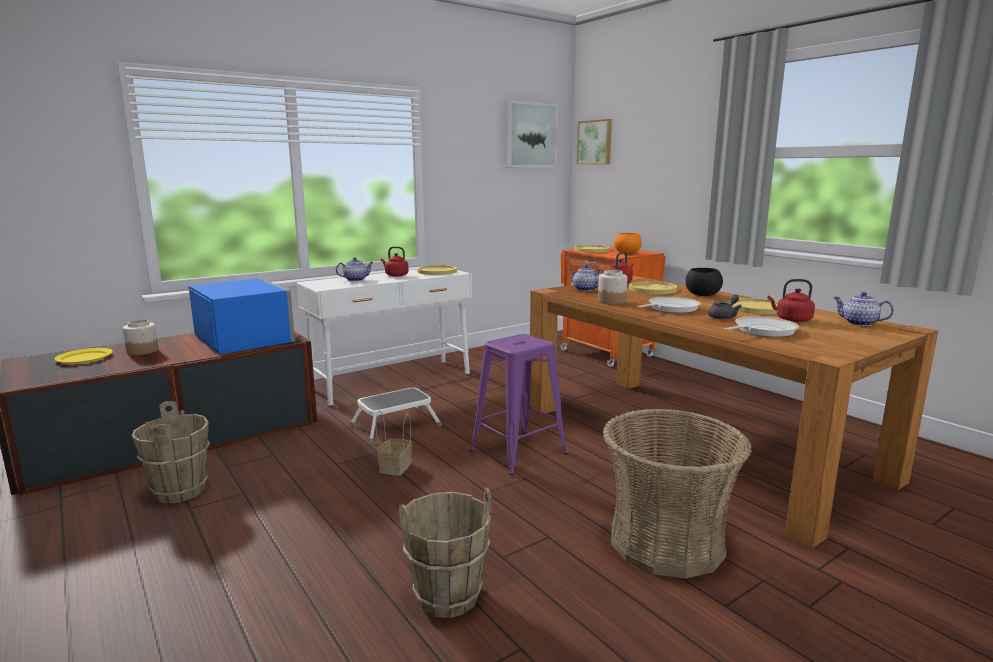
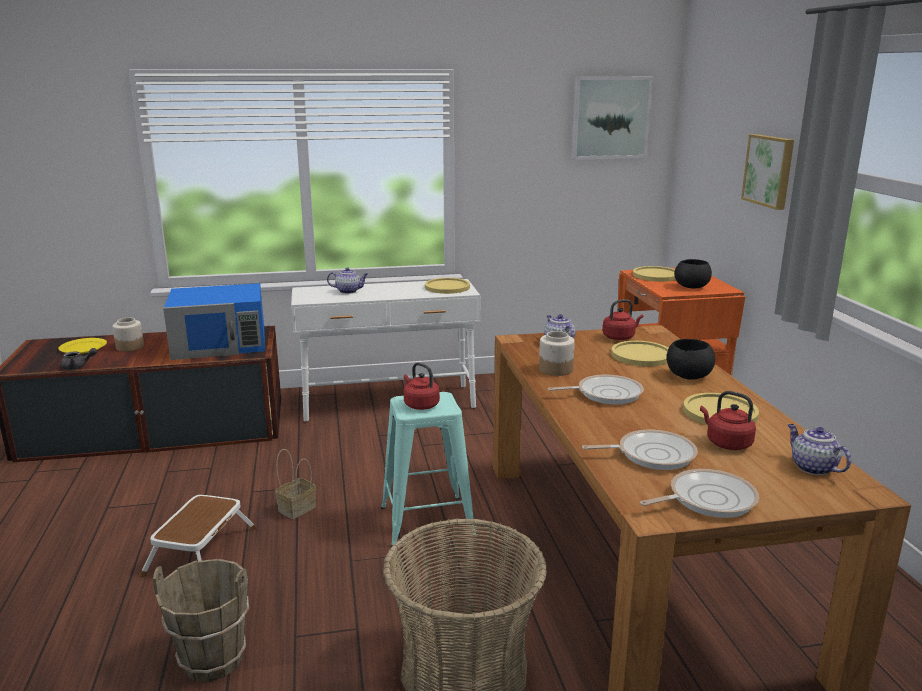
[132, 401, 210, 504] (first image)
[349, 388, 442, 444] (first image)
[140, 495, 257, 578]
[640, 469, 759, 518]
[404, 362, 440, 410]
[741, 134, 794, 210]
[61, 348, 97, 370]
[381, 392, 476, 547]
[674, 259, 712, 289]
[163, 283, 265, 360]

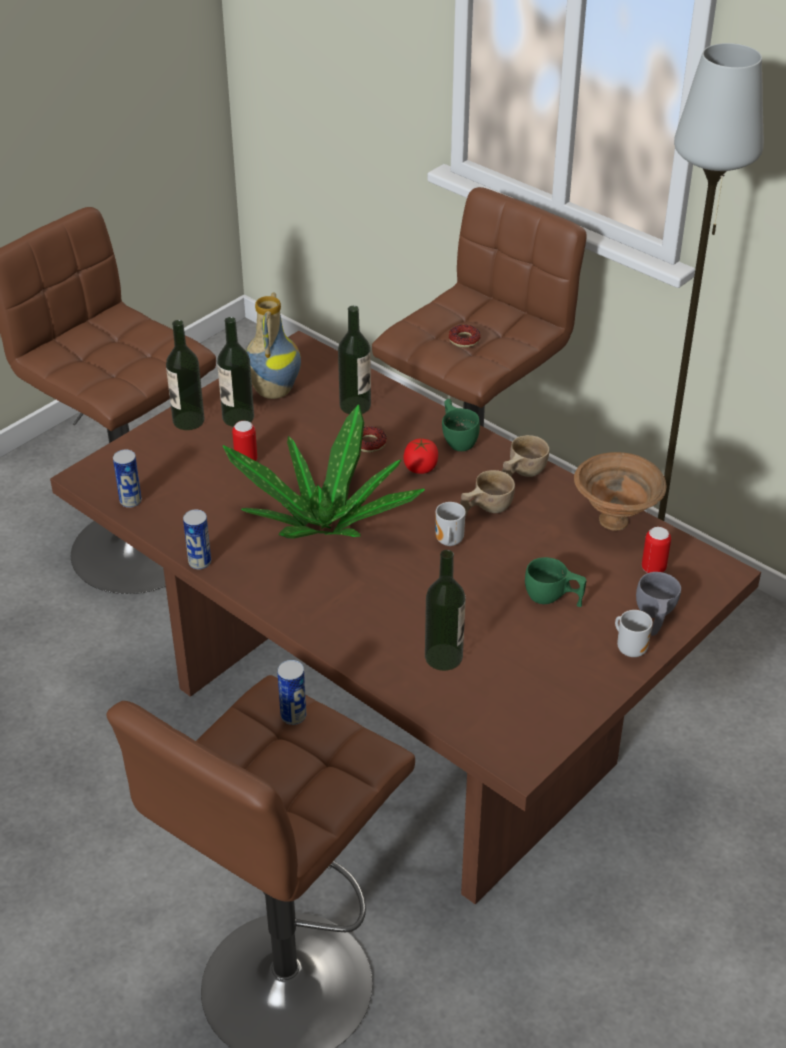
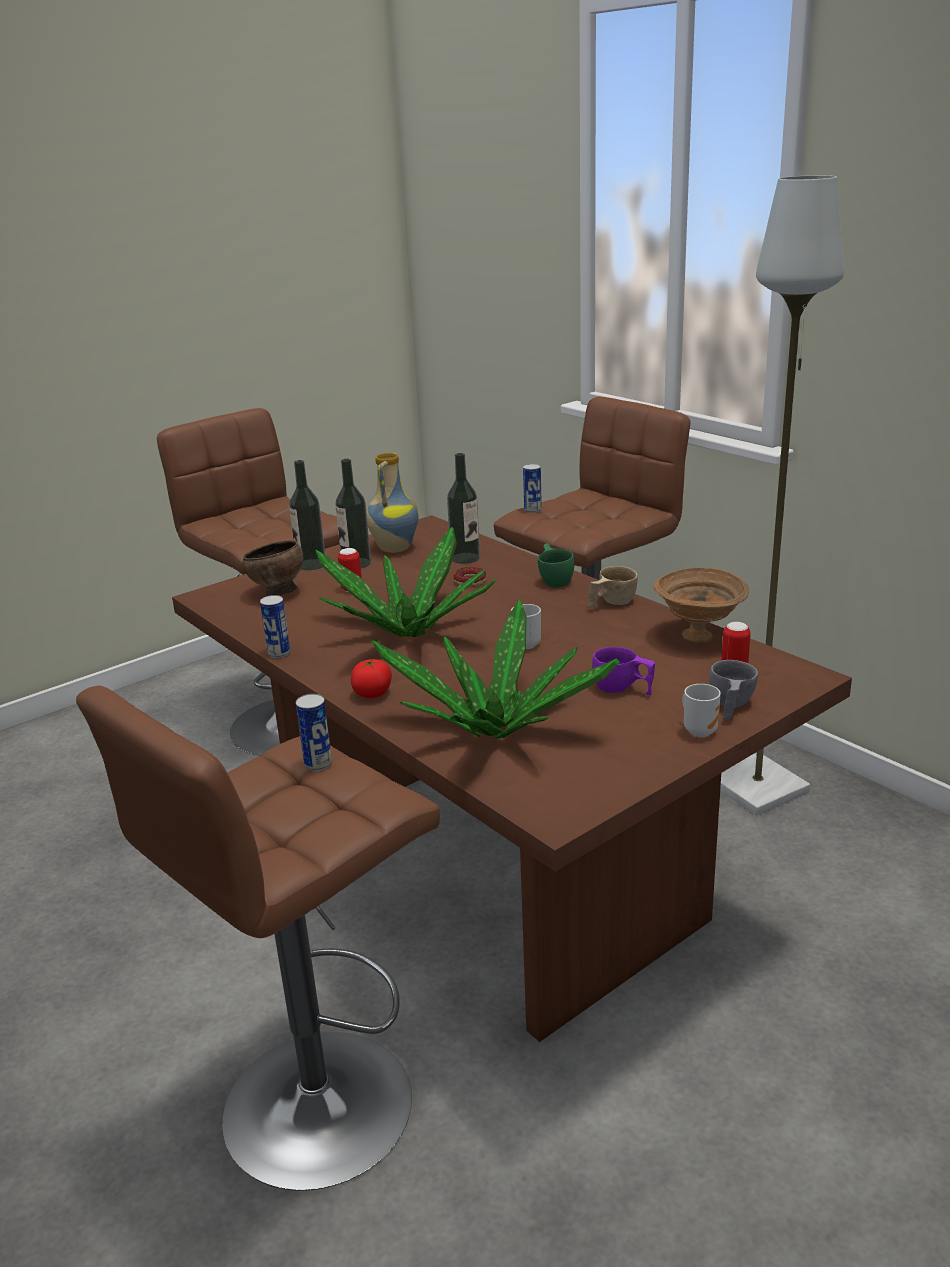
[449, 325, 481, 348] (first image)
[460, 470, 515, 516] (first image)
[242, 540, 303, 596]
[523, 464, 542, 513]
[351, 659, 392, 698]
[372, 600, 620, 739]
[592, 647, 655, 695]

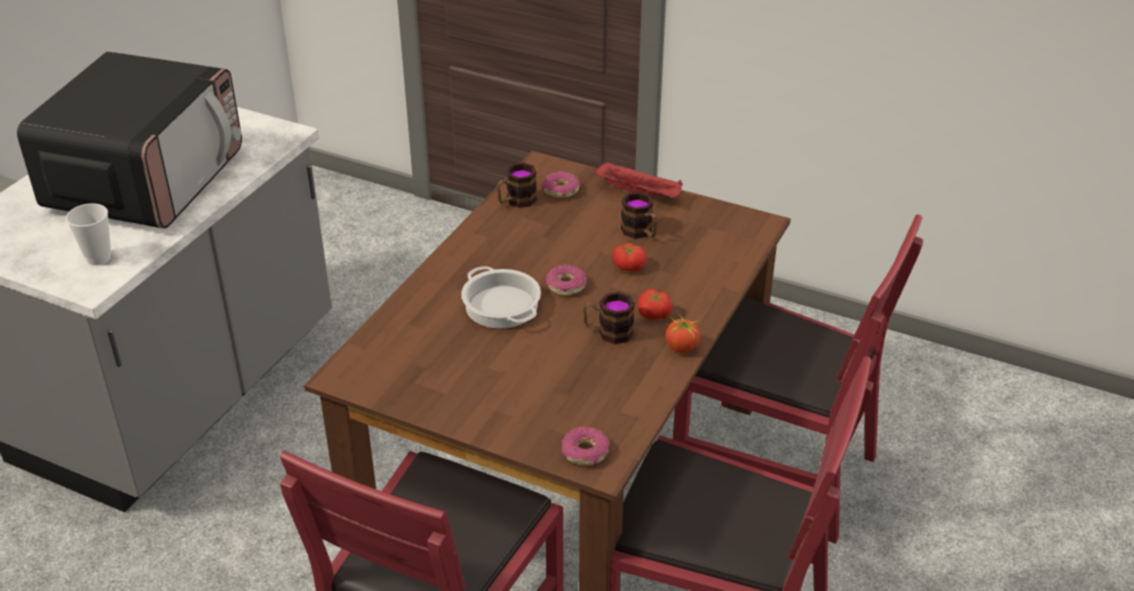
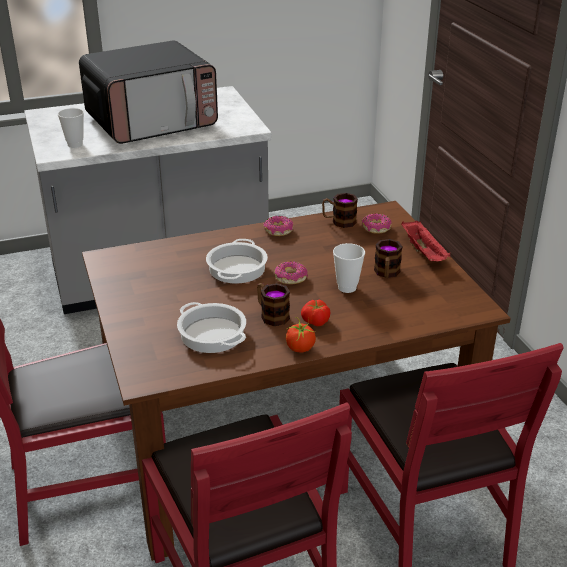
[177, 302, 246, 353]
[263, 216, 294, 236]
[333, 243, 365, 293]

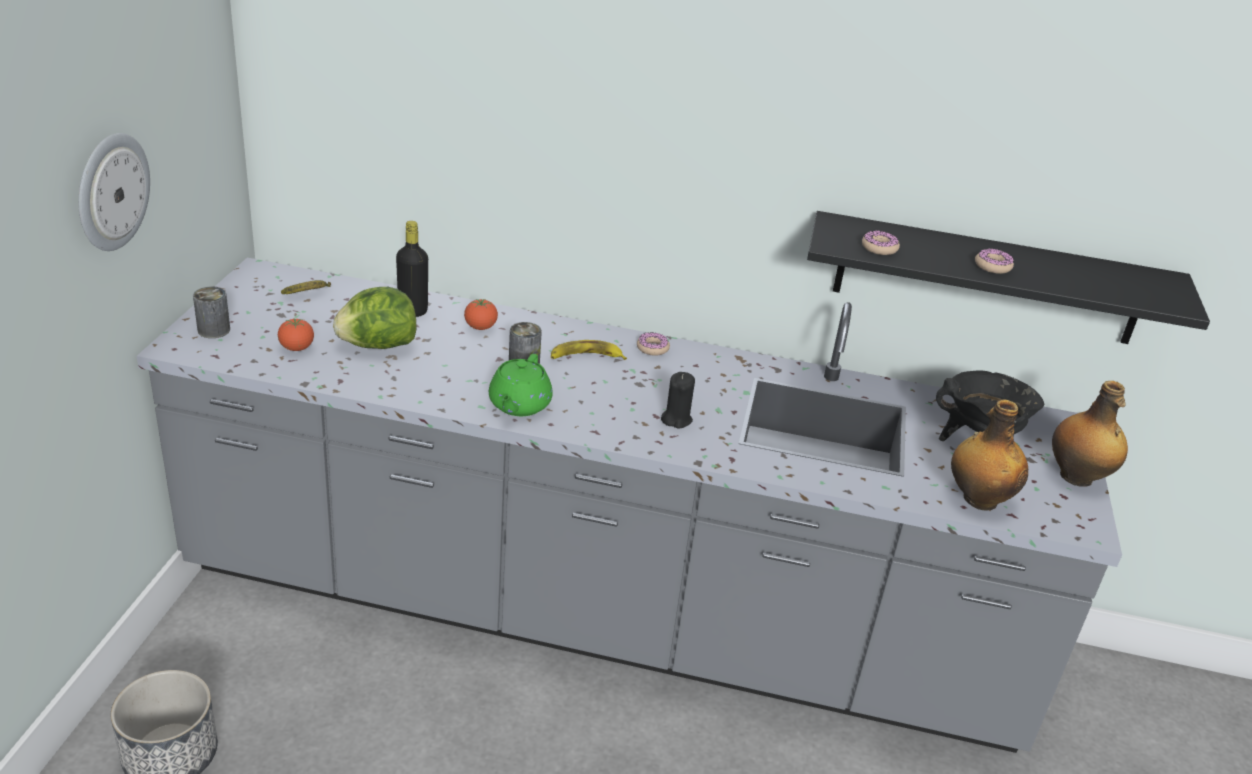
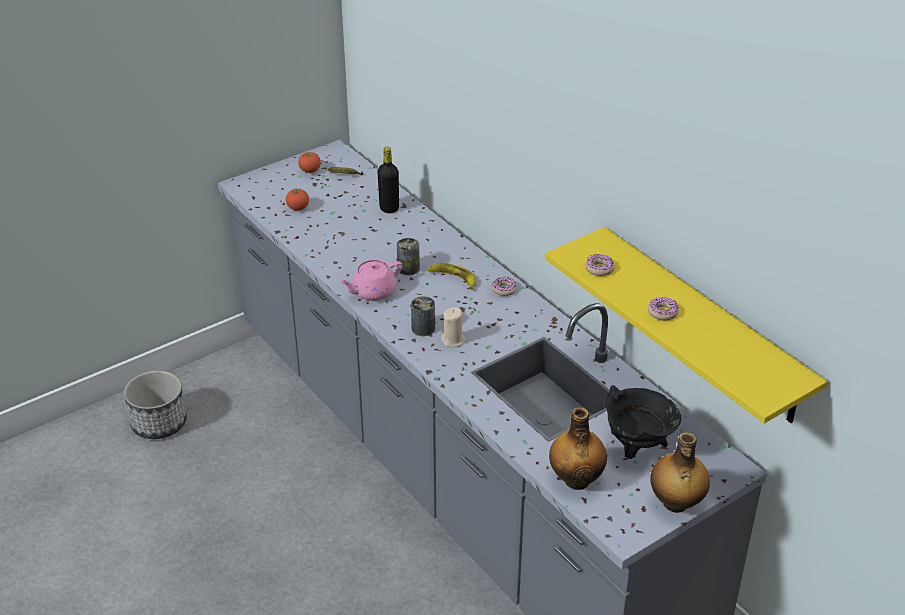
[78, 133, 150, 251] (first image)
[333, 287, 416, 349] (first image)
[411, 296, 435, 336]
[298, 152, 321, 173]
[340, 260, 402, 301]
[441, 307, 466, 347]
[545, 227, 828, 424]

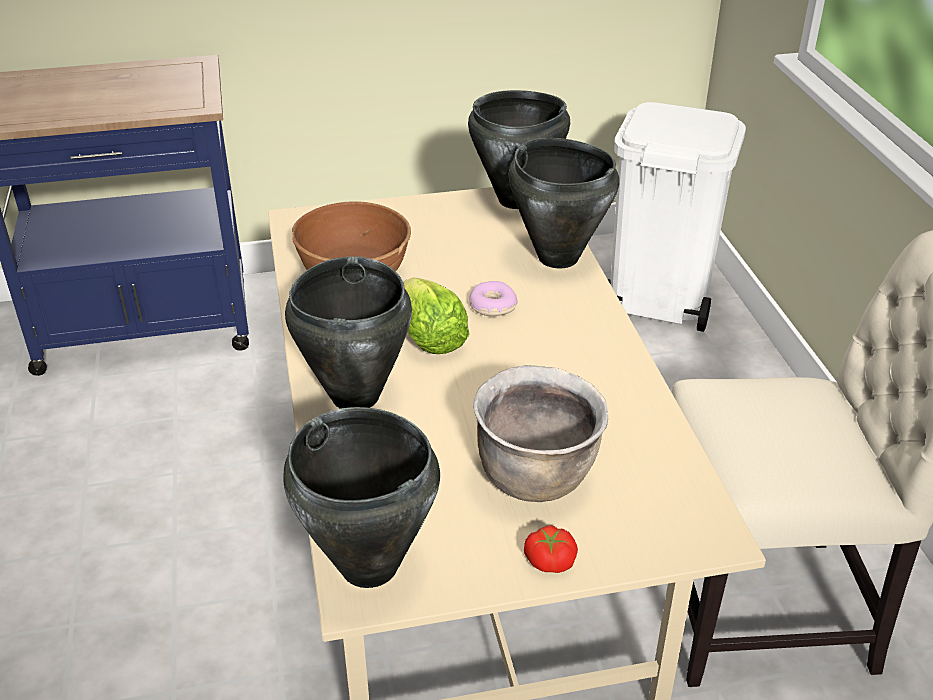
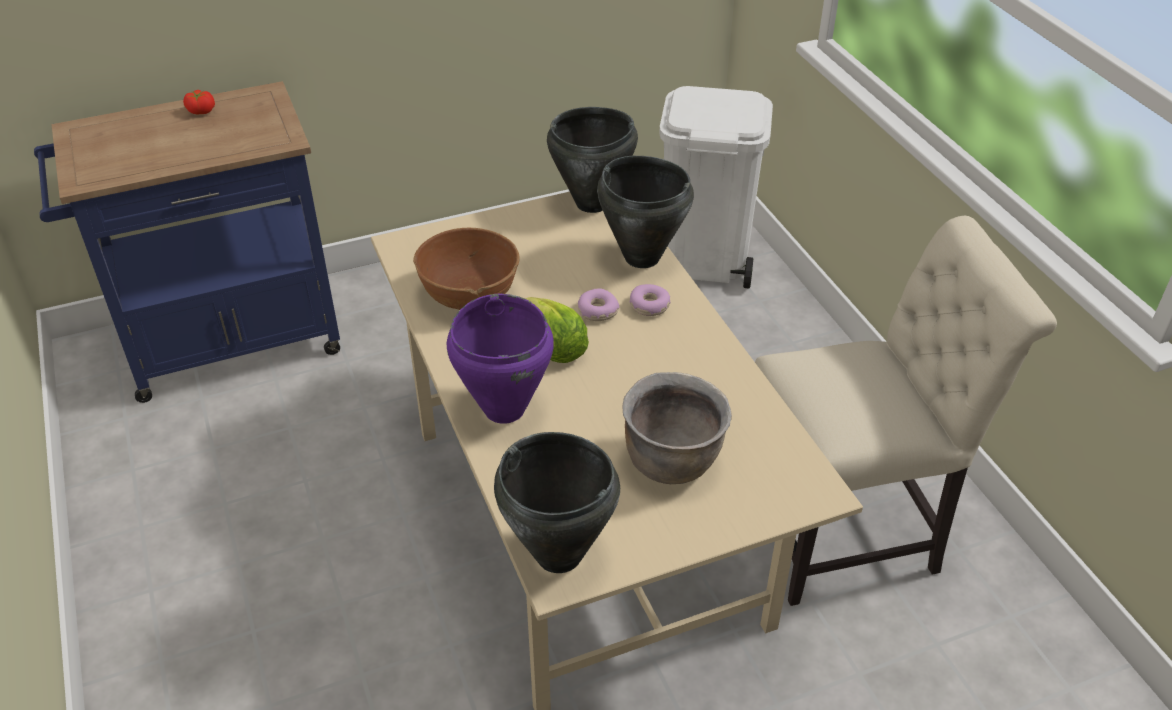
[630, 284, 671, 316]
[183, 90, 215, 114]
[447, 294, 554, 424]

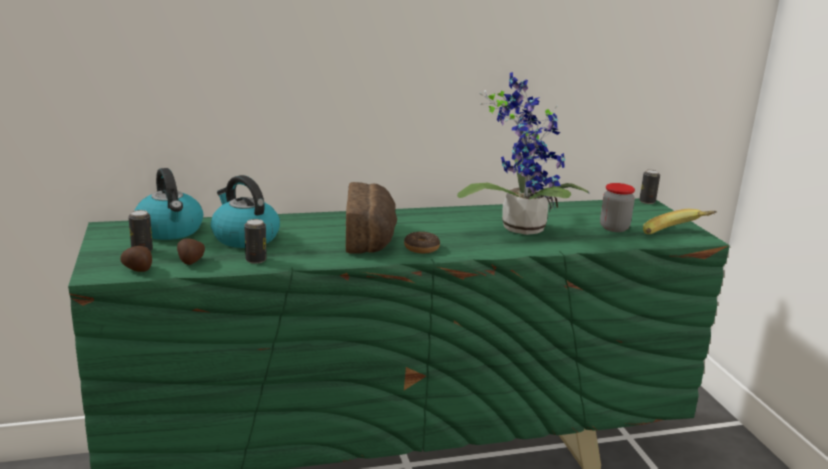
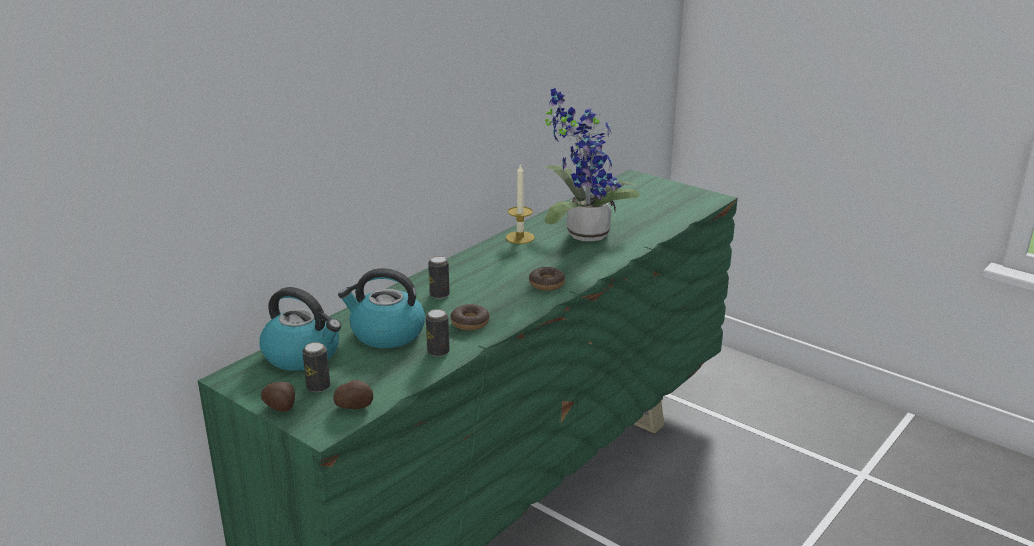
[346, 182, 397, 254] (first image)
[600, 183, 635, 232] (first image)
[643, 209, 717, 234] (first image)
[450, 304, 490, 330]
[506, 163, 535, 244]
[261, 382, 295, 412]
[428, 256, 450, 299]

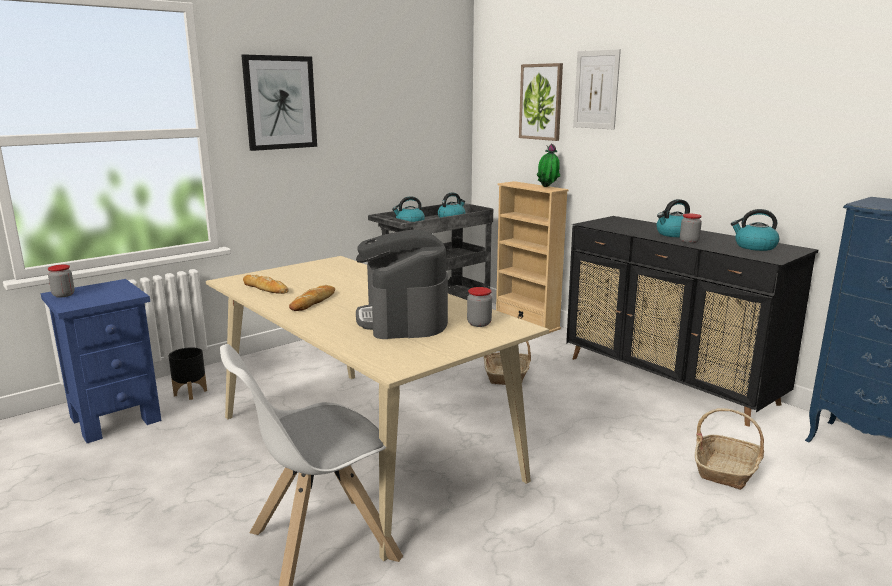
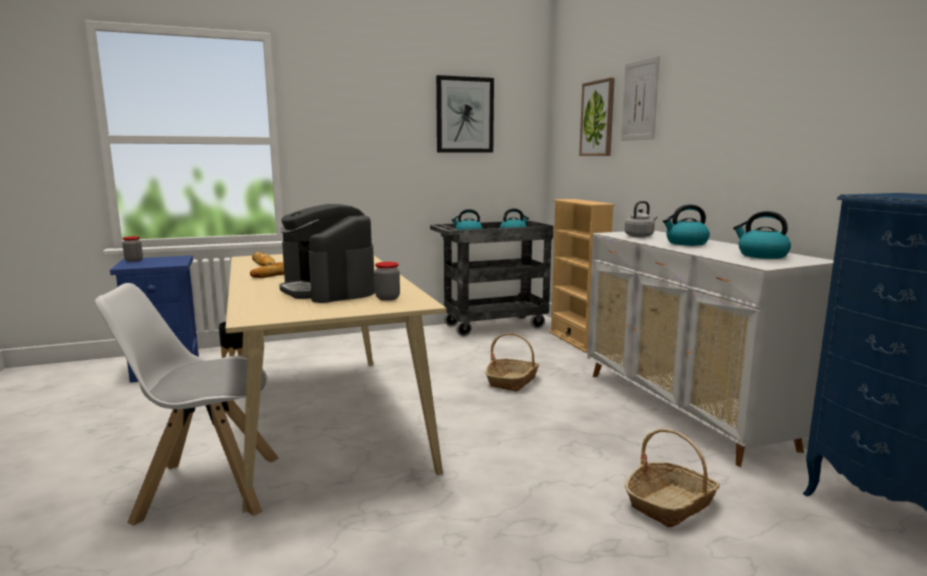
[536, 143, 560, 187] (first image)
[680, 214, 702, 244] (first image)
[624, 201, 657, 238]
[436, 75, 494, 153]
[587, 231, 834, 467]
[279, 204, 375, 303]

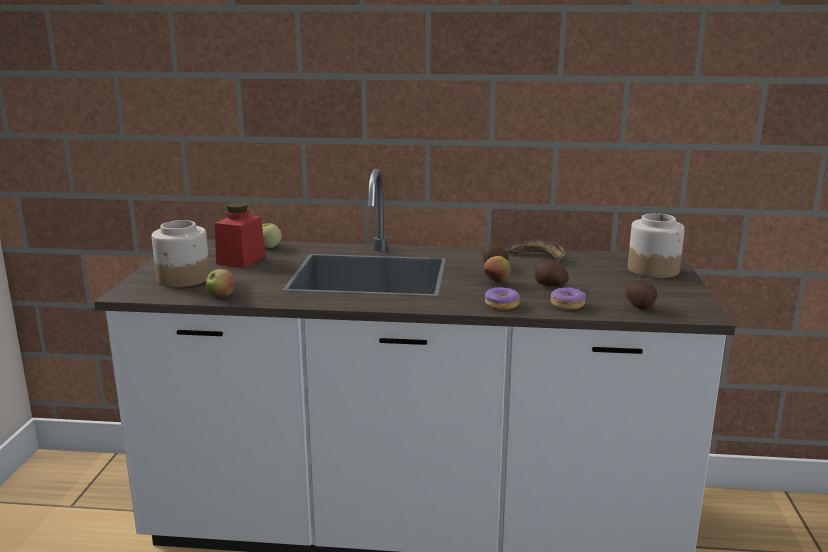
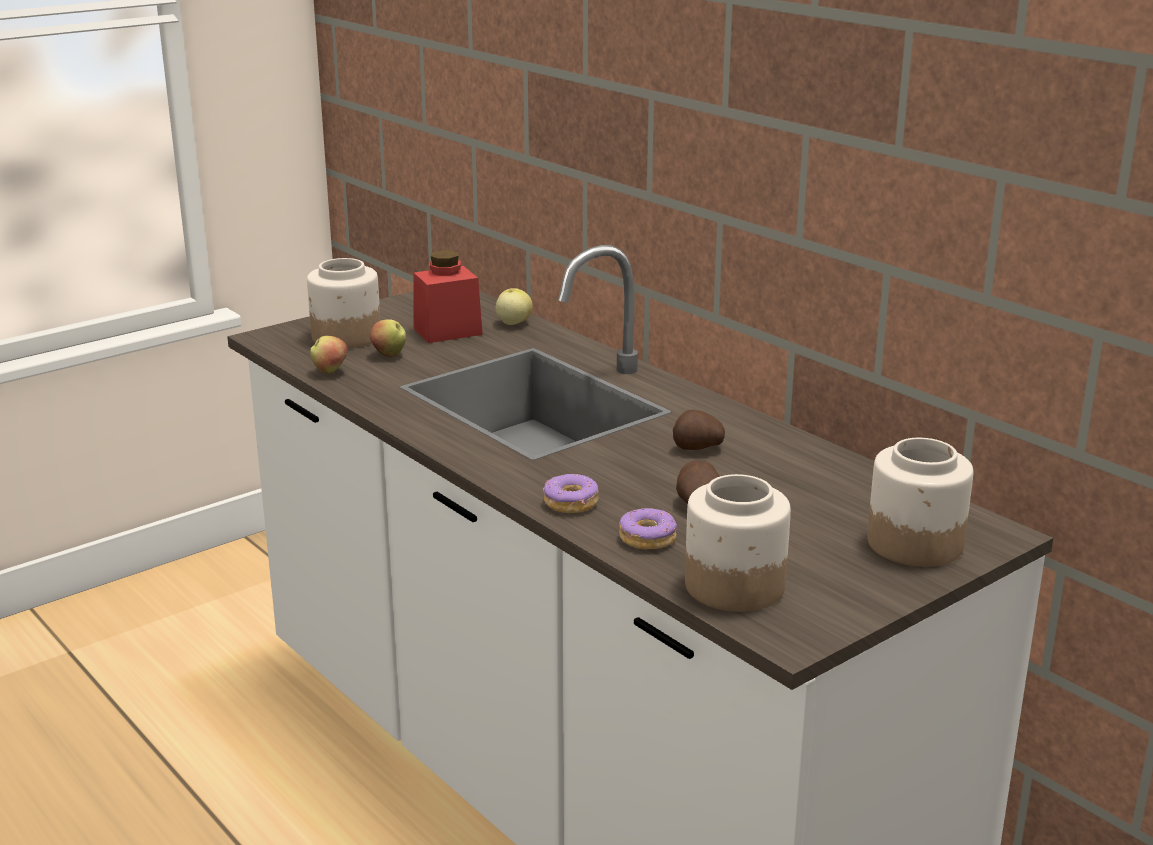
[508, 239, 566, 264] (first image)
[370, 319, 406, 357]
[685, 474, 791, 612]

